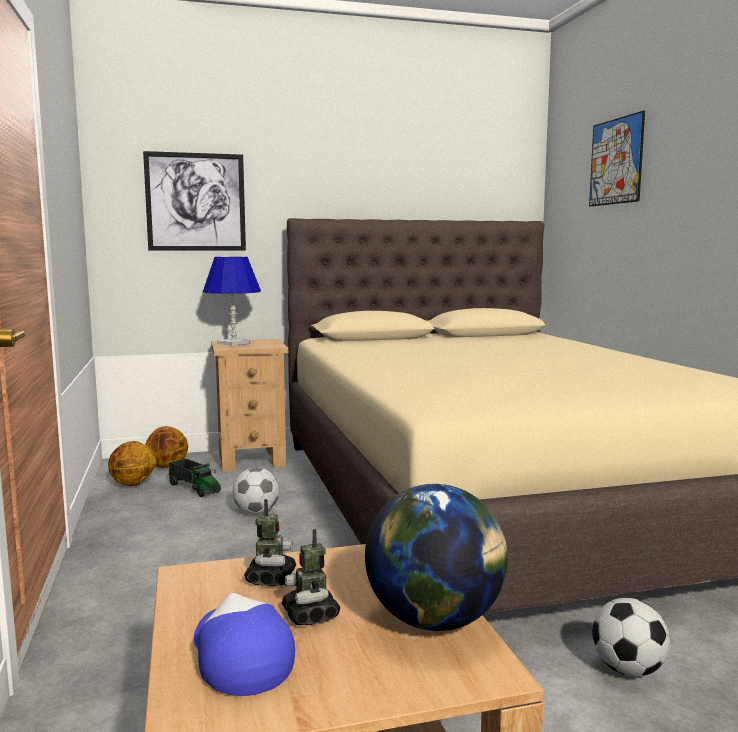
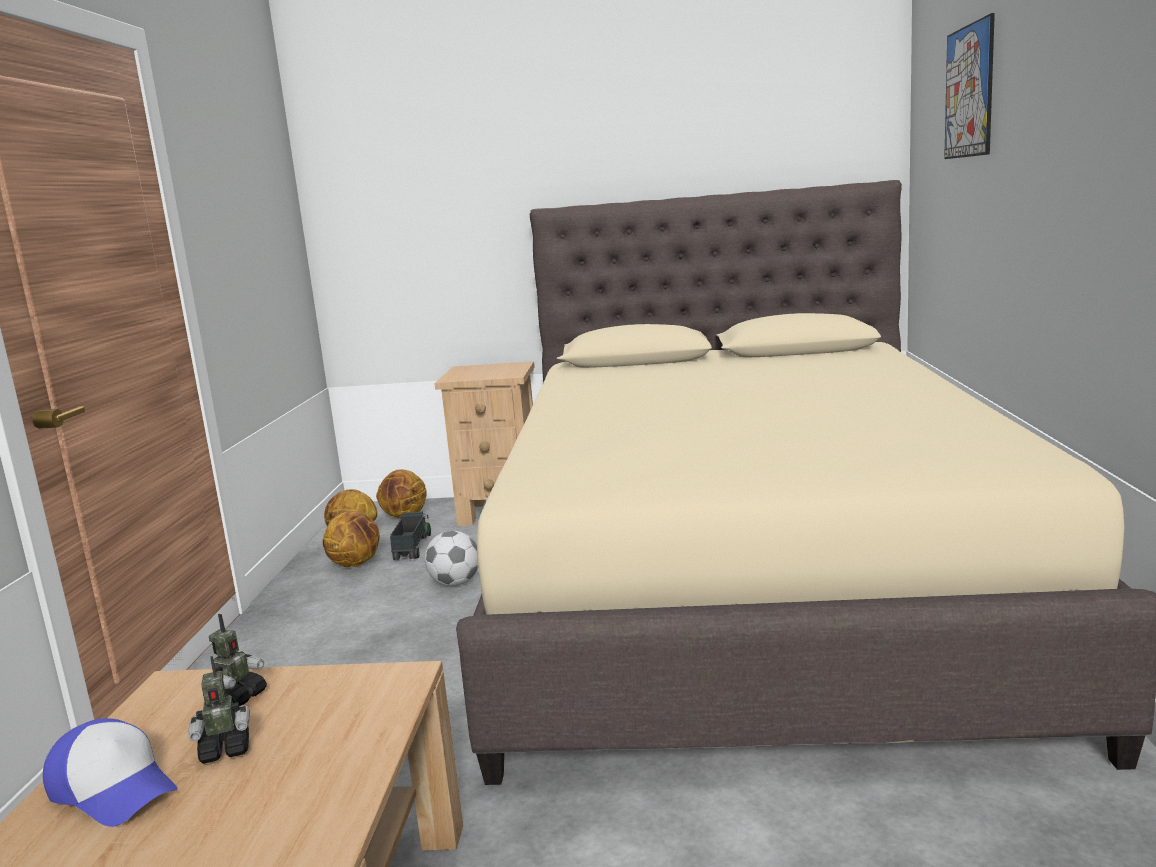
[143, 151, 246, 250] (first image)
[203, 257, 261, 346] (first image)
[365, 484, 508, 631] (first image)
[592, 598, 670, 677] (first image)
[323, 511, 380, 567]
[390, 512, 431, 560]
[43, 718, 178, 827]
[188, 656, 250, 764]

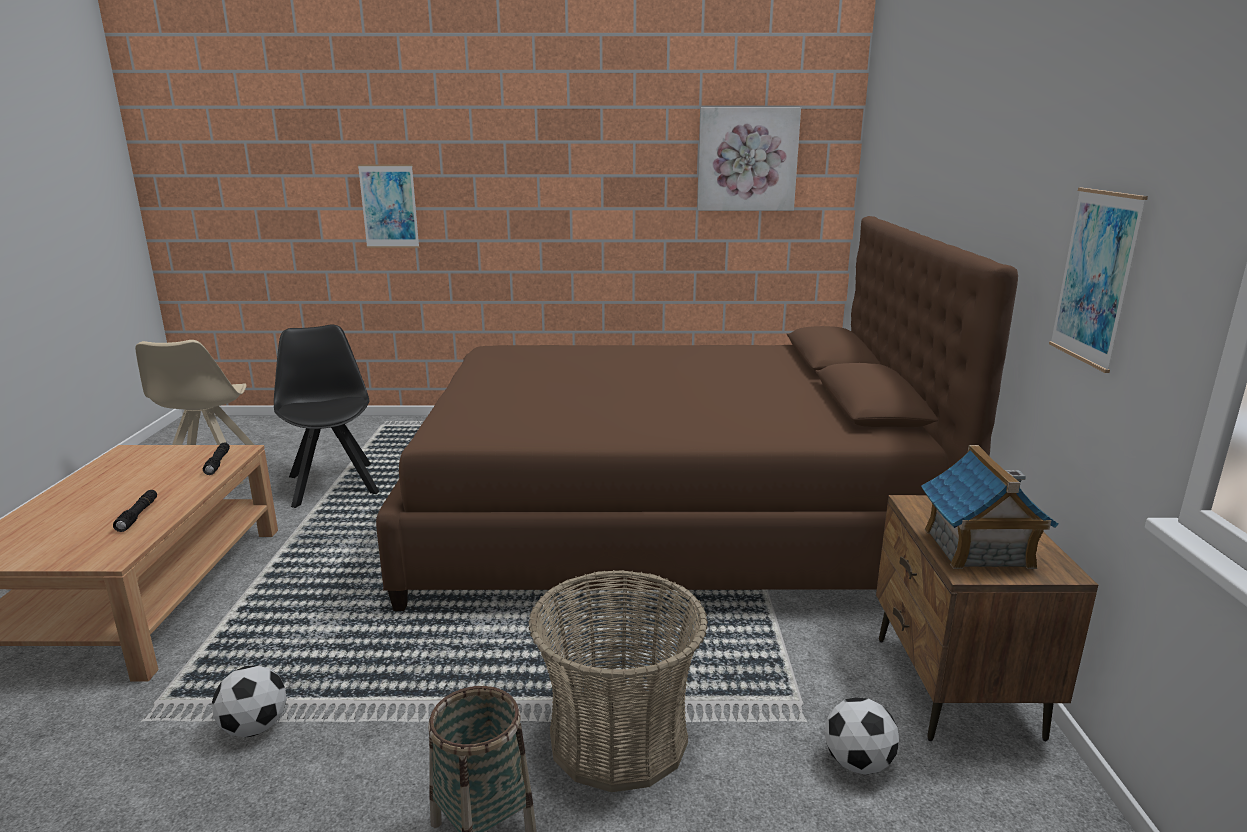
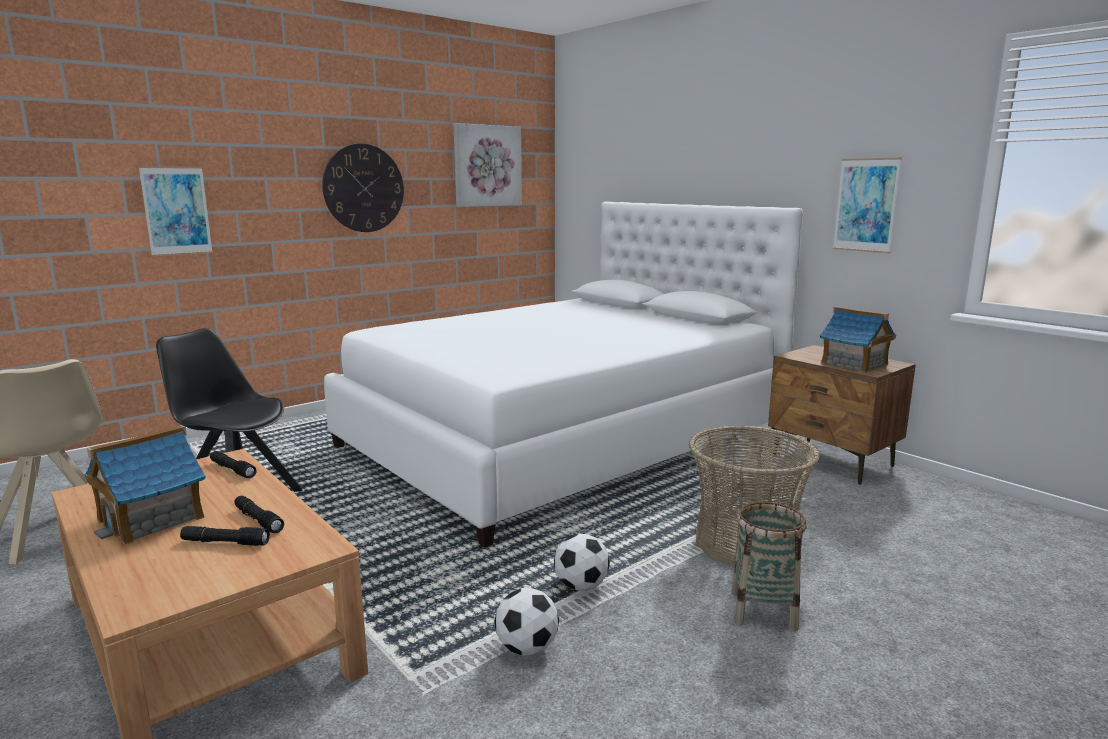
[85, 425, 206, 545]
[180, 526, 270, 546]
[322, 144, 404, 232]
[554, 533, 610, 591]
[324, 202, 803, 547]

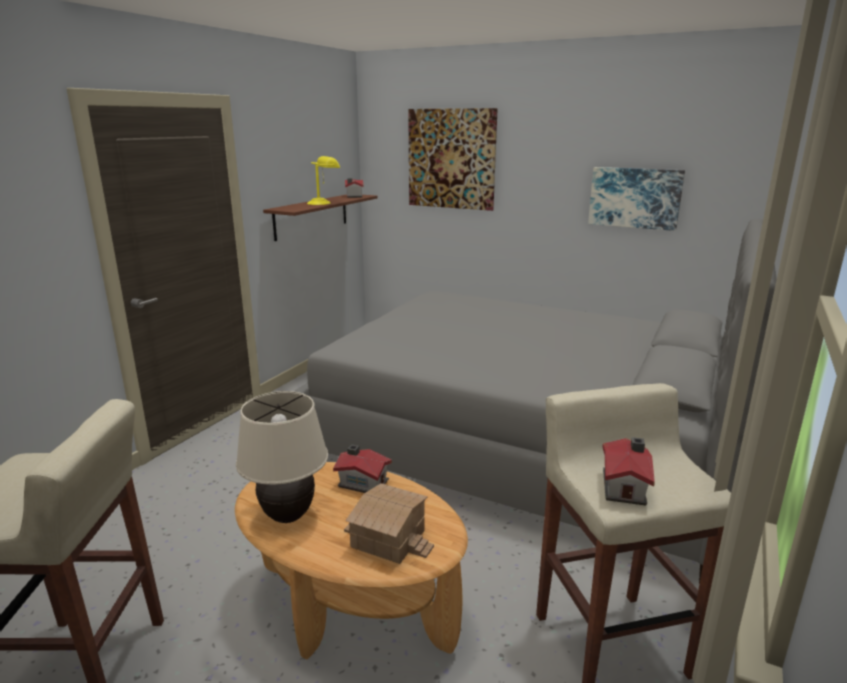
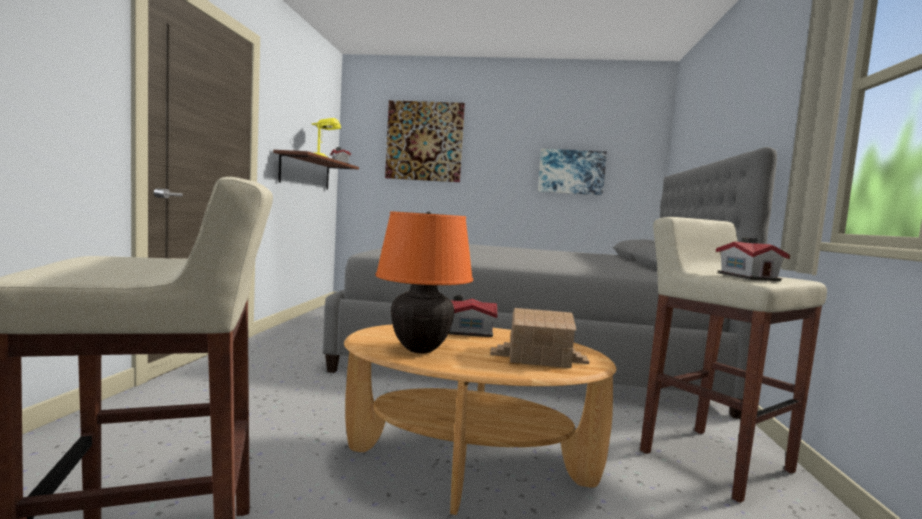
[375, 211, 473, 354]

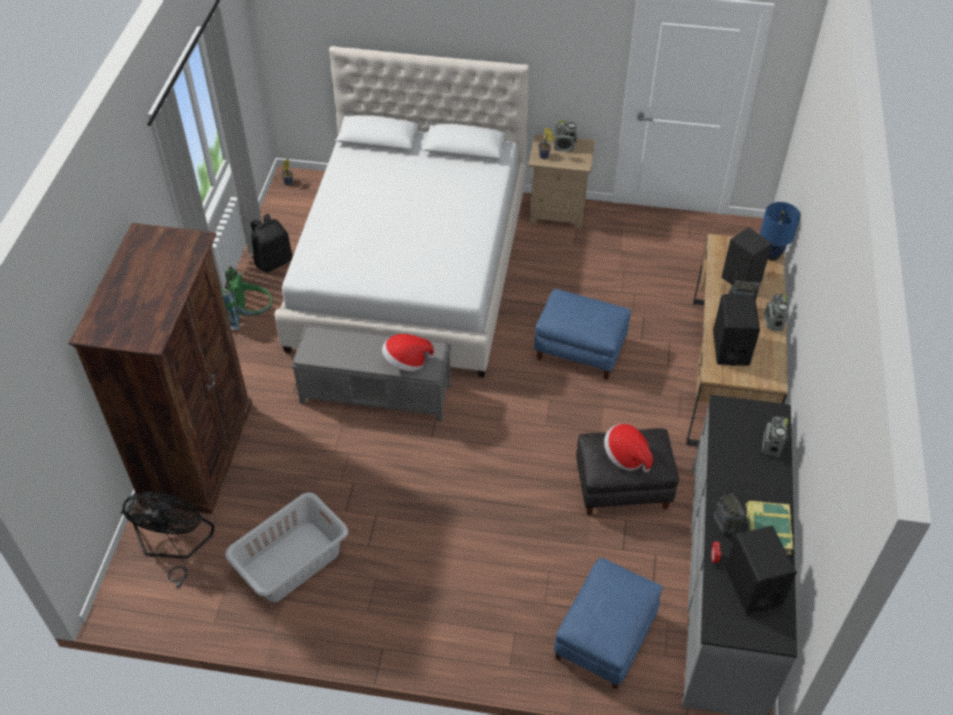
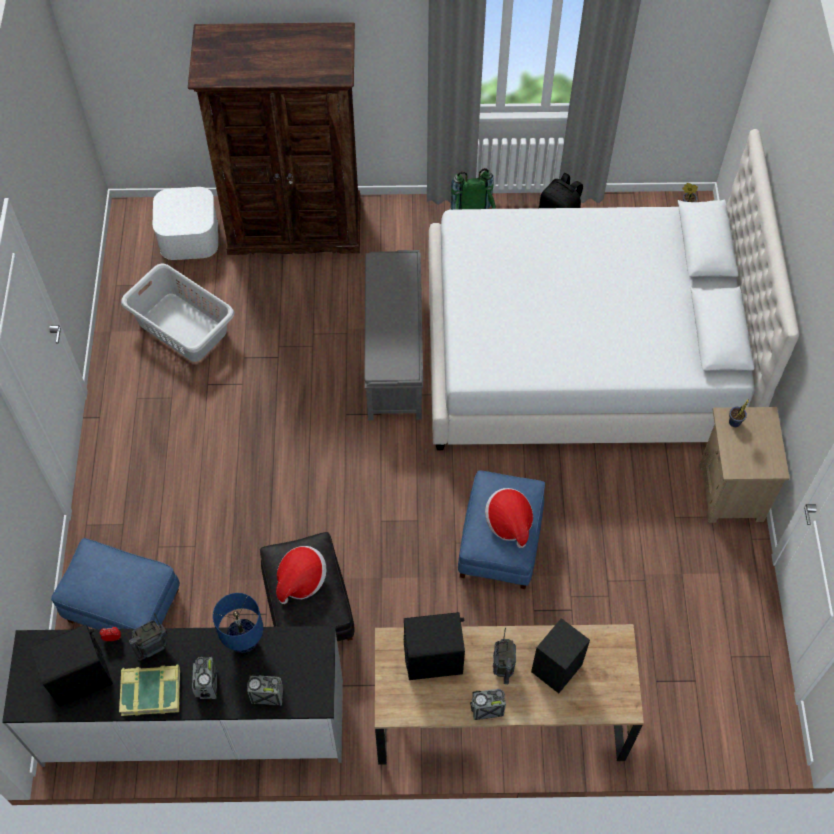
[485, 488, 533, 548]
[192, 657, 217, 699]
[213, 593, 263, 654]
[153, 187, 218, 260]

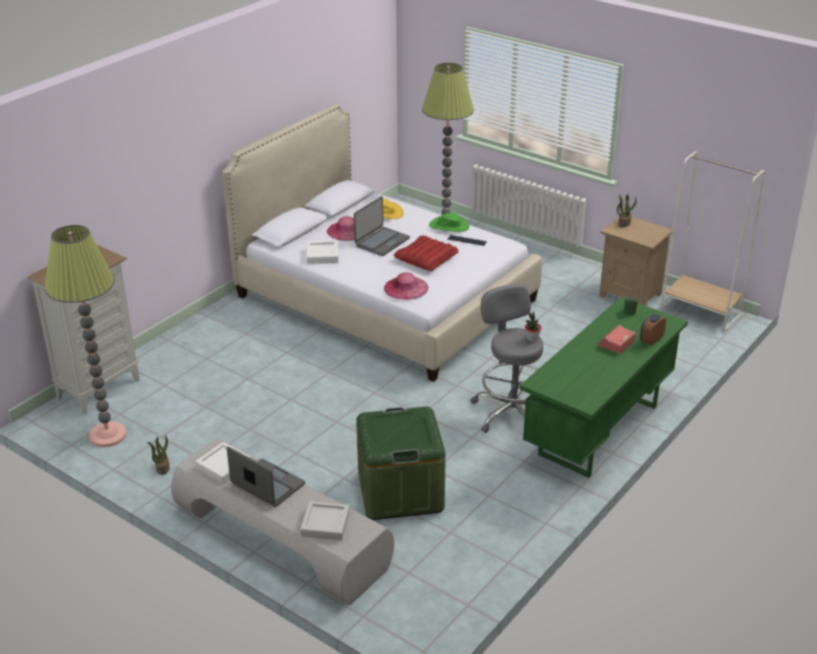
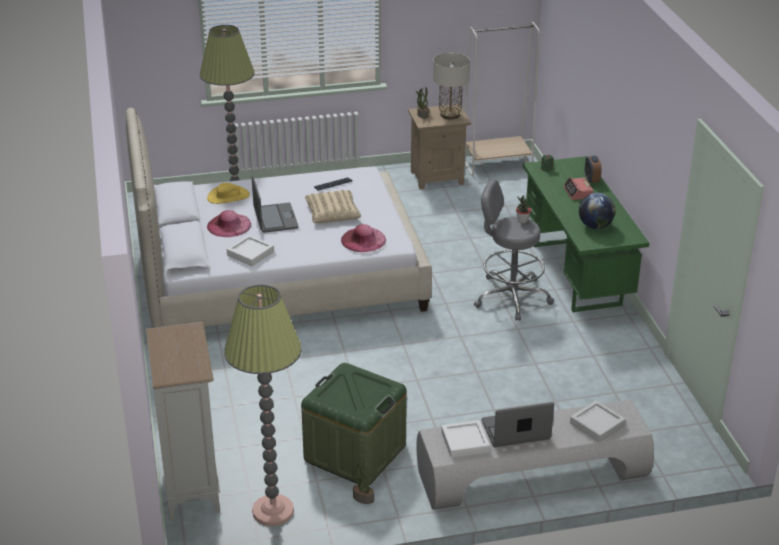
[429, 213, 469, 232] (first image)
[433, 53, 470, 119]
[579, 193, 615, 229]
[301, 363, 407, 485]
[305, 190, 361, 223]

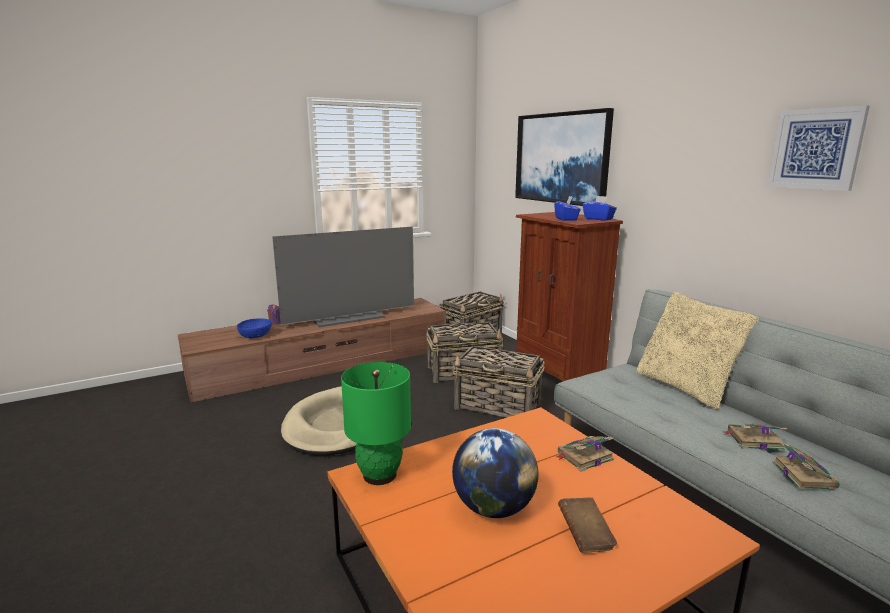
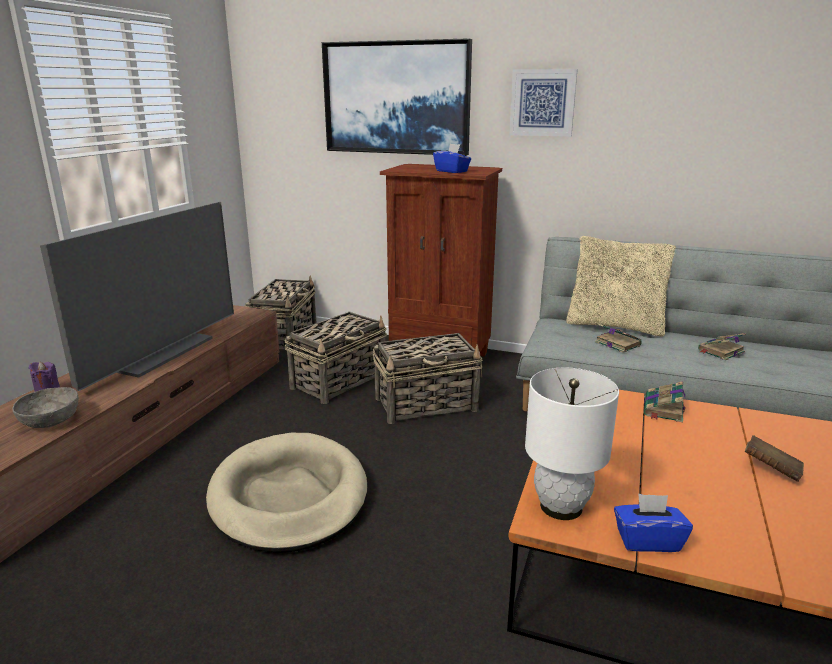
[452, 428, 538, 518] (first image)
[614, 494, 693, 552]
[509, 69, 578, 137]
[595, 324, 642, 353]
[12, 387, 79, 428]
[525, 368, 619, 520]

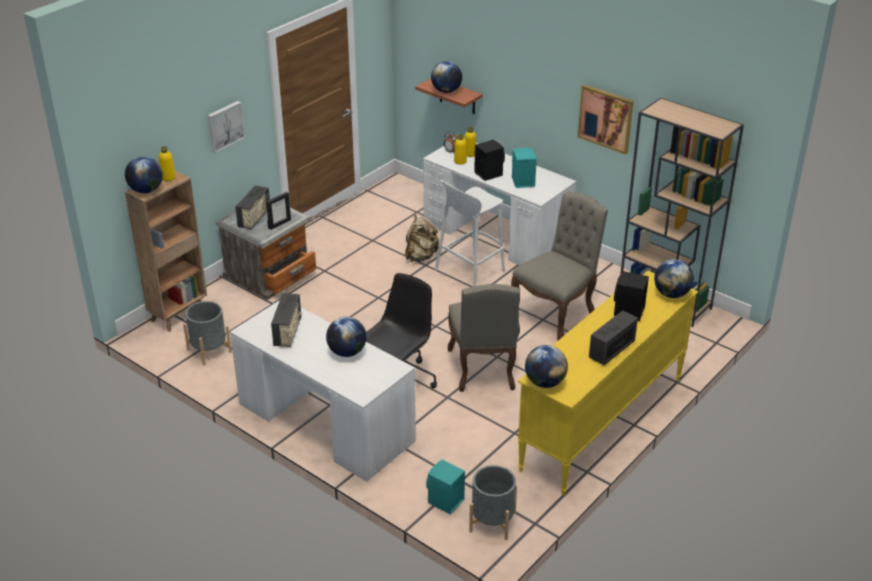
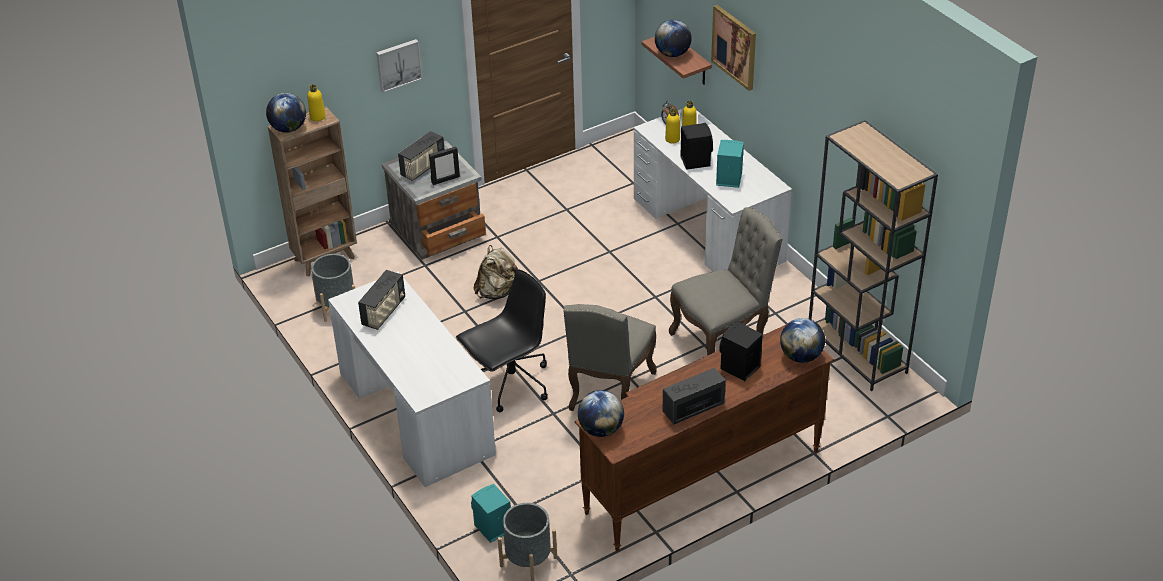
[326, 317, 367, 357] (first image)
[435, 179, 505, 286] (first image)
[473, 245, 518, 299]
[711, 5, 756, 91]
[575, 324, 834, 552]

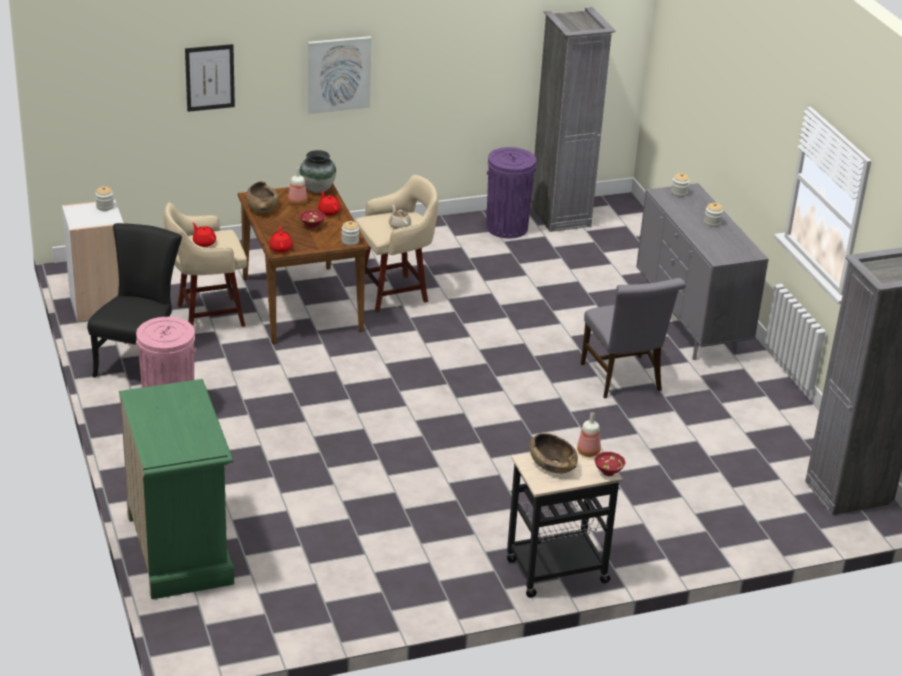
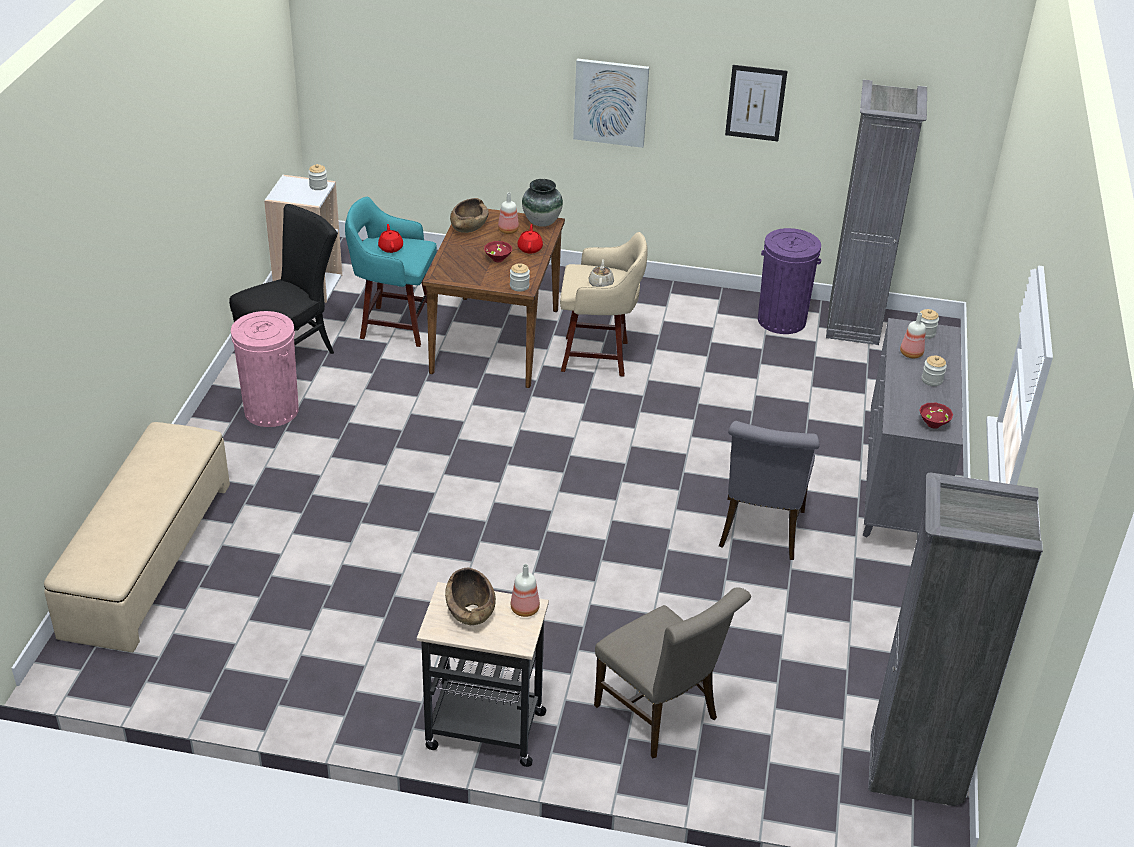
[269, 226, 293, 253] (first image)
[594, 587, 751, 759]
[900, 312, 926, 358]
[725, 65, 787, 141]
[919, 403, 953, 429]
[44, 422, 230, 653]
[345, 197, 437, 347]

